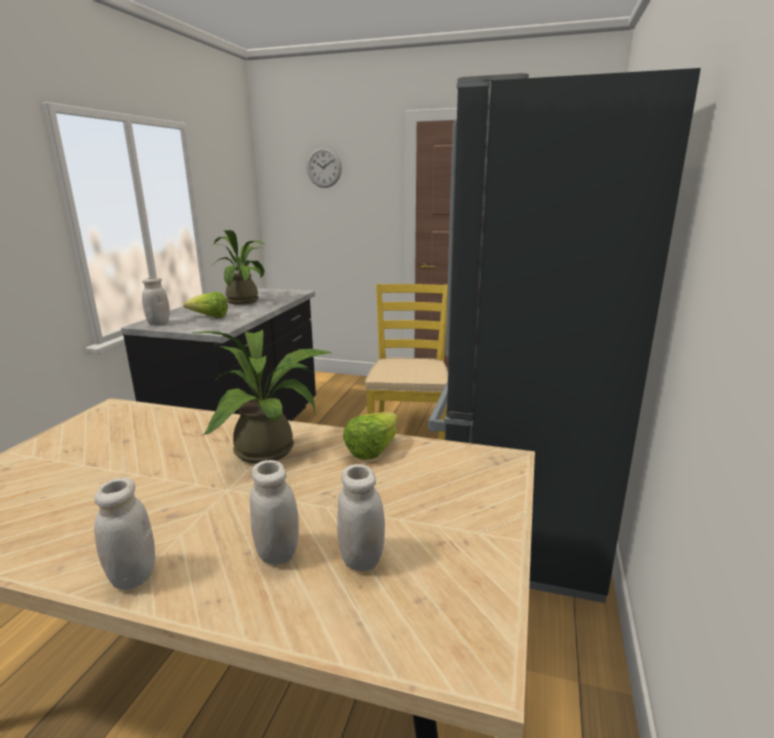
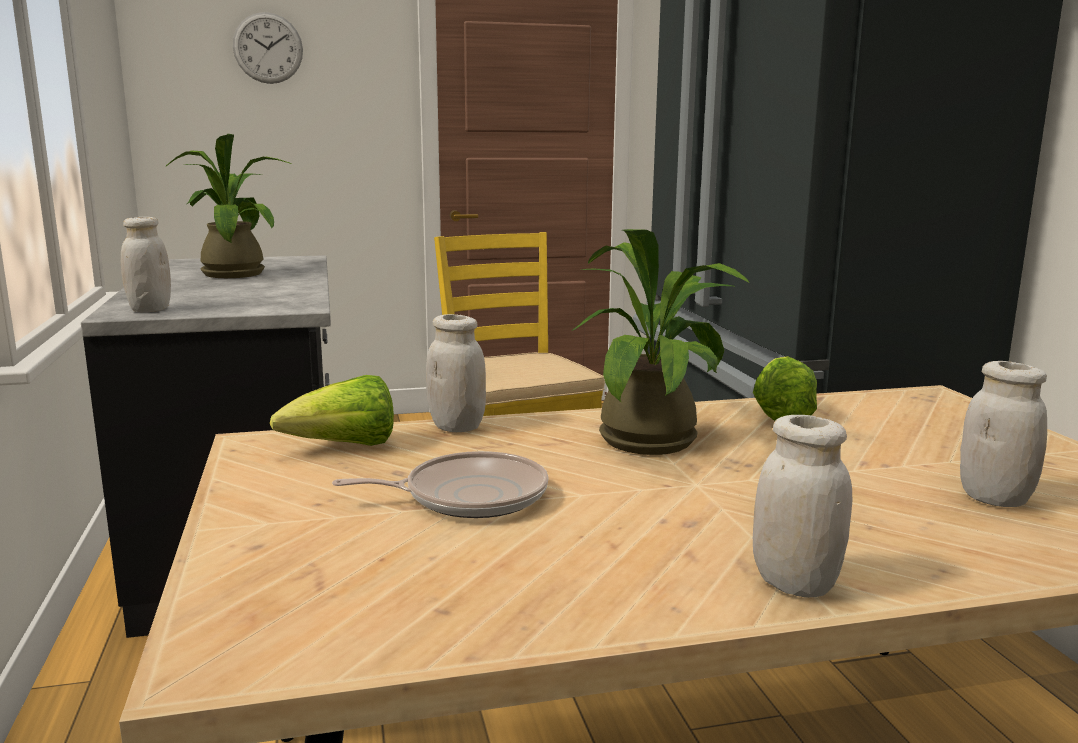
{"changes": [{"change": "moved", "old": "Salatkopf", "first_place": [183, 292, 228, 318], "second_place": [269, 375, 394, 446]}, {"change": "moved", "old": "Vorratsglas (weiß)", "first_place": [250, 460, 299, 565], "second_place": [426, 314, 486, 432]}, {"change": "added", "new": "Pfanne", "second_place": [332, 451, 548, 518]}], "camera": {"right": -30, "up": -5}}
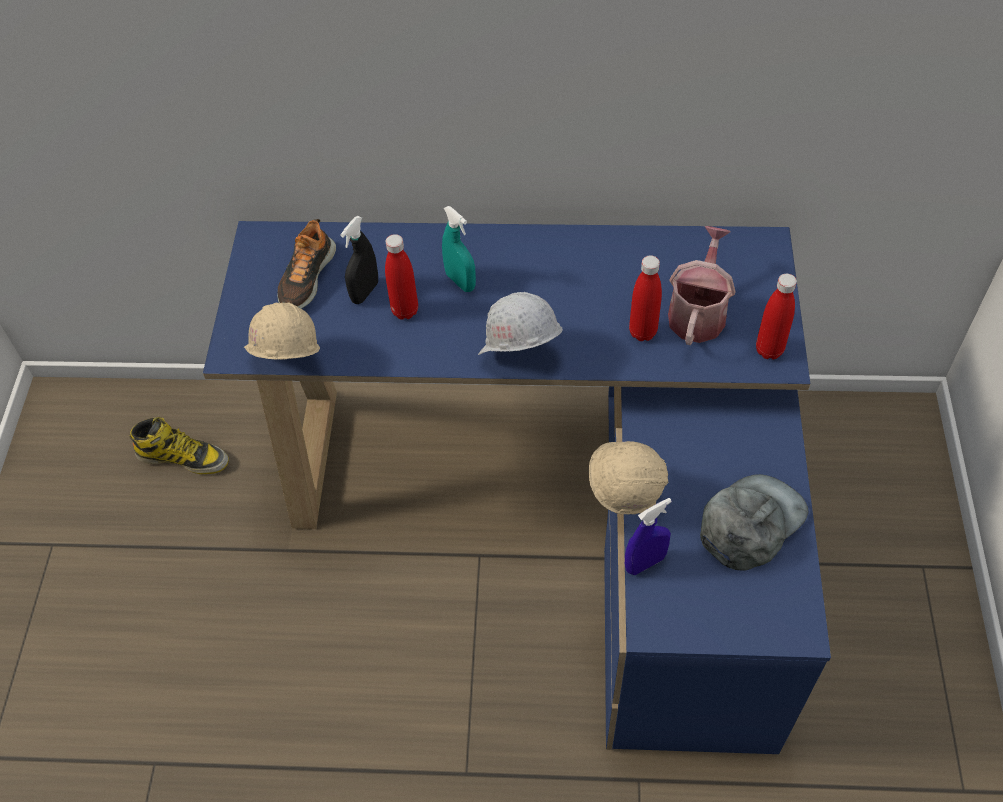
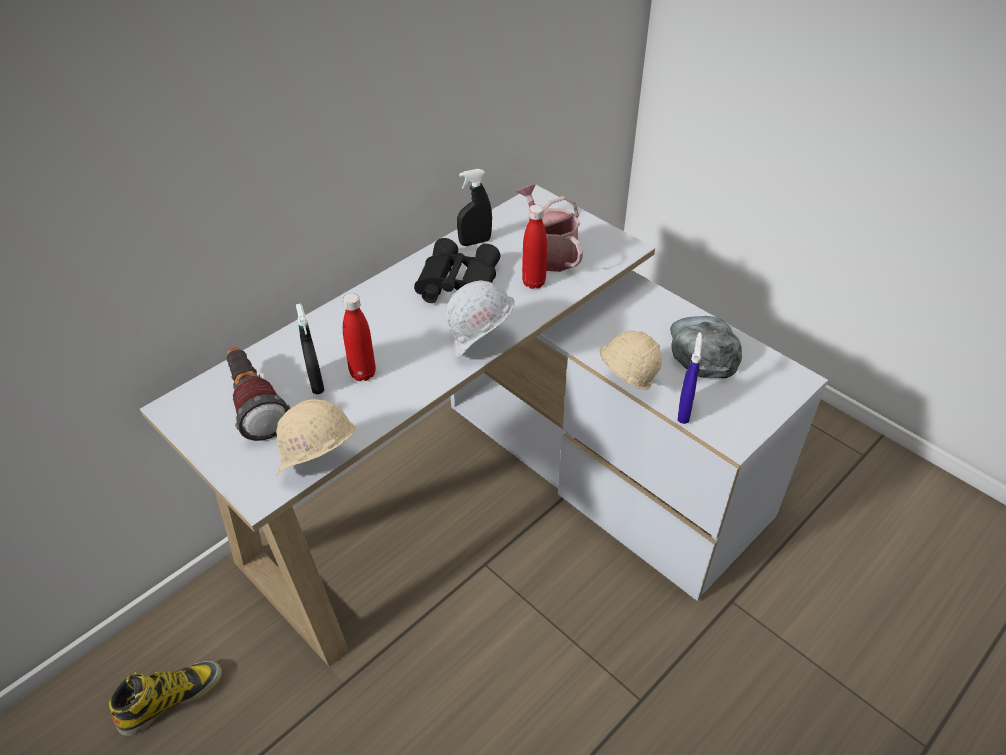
{"changes": [{"change": "removed", "old": "Sprühflasche (türkis)", "first_place": [442, 206, 476, 292]}, {"change": "replaced", "old": "Schuh", "new": "Taschenlampe", "first_place": [277, 219, 336, 308], "second_place": [226, 347, 290, 441]}, {"change": "recoloured", "old": "Schreibtisch (blau)", "new": "Schreibtisch (weiß)", "first_place": [203, 221, 831, 754], "second_place": [140, 185, 828, 666]}, {"change": "removed", "old": "Flasche (rot)", "first_place": [756, 274, 797, 359]}, {"change": "added", "new": "Sprühflasche (schwarz)", "second_place": [457, 169, 492, 246]}, {"change": "added", "new": "Fernglas (schwarz)", "second_place": [414, 238, 500, 303]}], "camera": {"right": -50, "up": -10}}
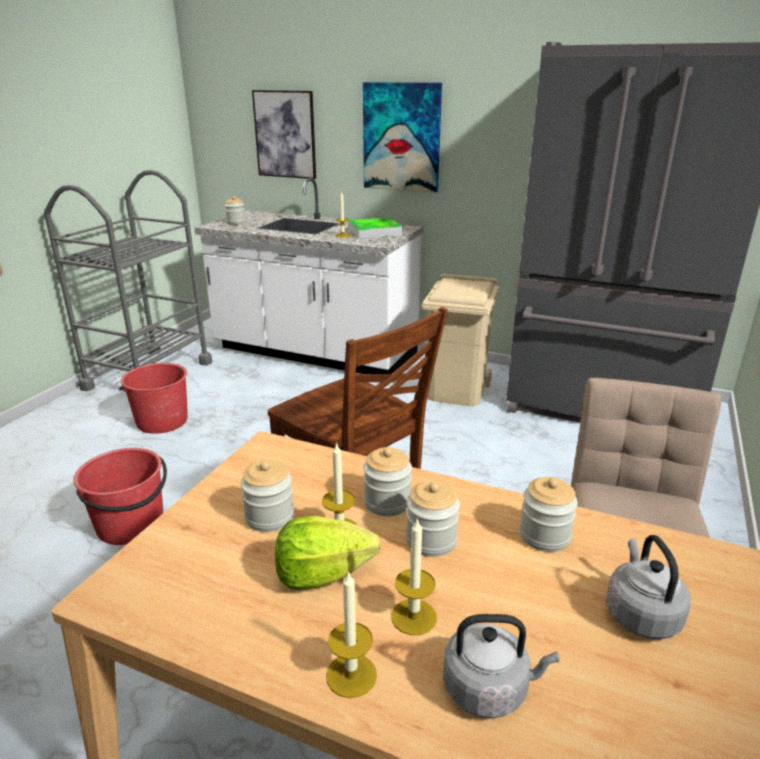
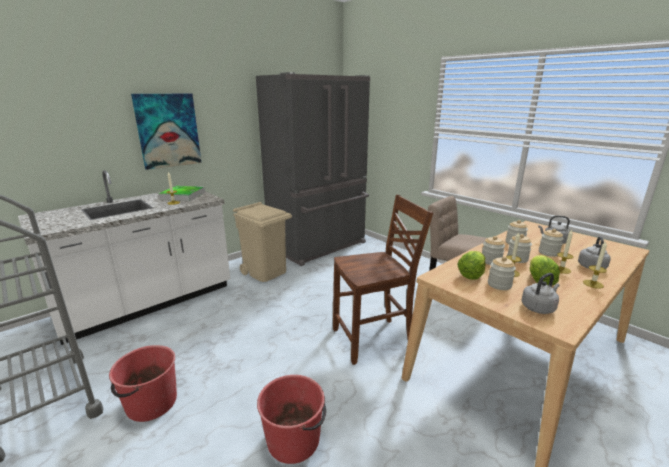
{"changes": [{"change": "removed", "old": "Bild", "first_place": [252, 90, 316, 179]}, {"change": "moved", "old": "Vorratsglas", "first_place": [225, 196, 246, 224], "second_place": [539, 229, 564, 257]}, {"change": "added", "new": "Salatkopf", "second_place": [457, 251, 485, 280]}, {"change": "added", "new": "Wasserkessel (grau)", "second_place": [521, 273, 560, 314]}], "camera": {"right": -65, "up": -5}}
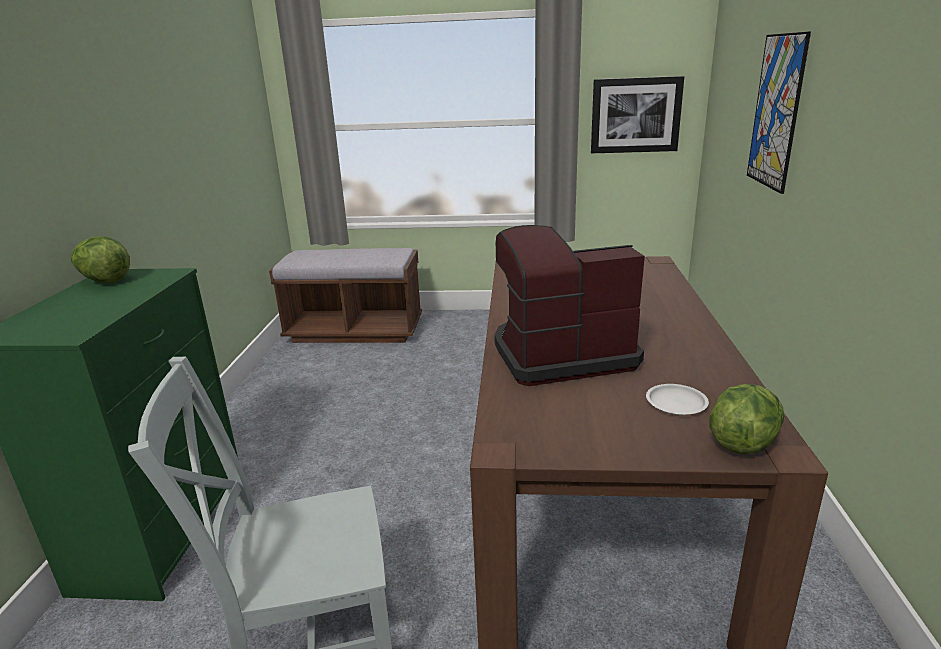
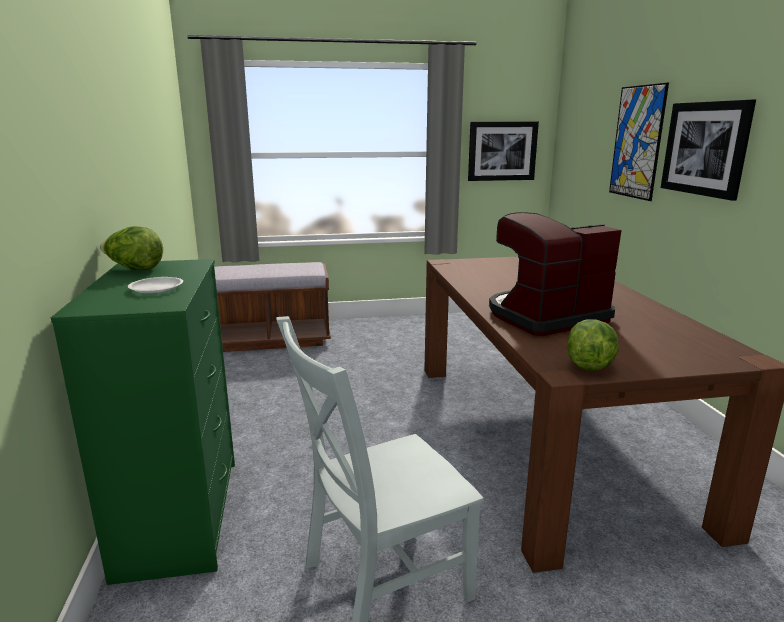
{"changes": [{"change": "moved", "old": "Teller (weiß)", "first_place": [646, 384, 709, 415], "second_place": [128, 277, 183, 294]}, {"change": "moved", "old": "Salatkopf", "first_place": [709, 384, 784, 455], "second_place": [567, 319, 619, 371]}, {"change": "added", "new": "Bild", "second_place": [661, 99, 756, 201]}], "camera": {"right": -15, "up": -5}}
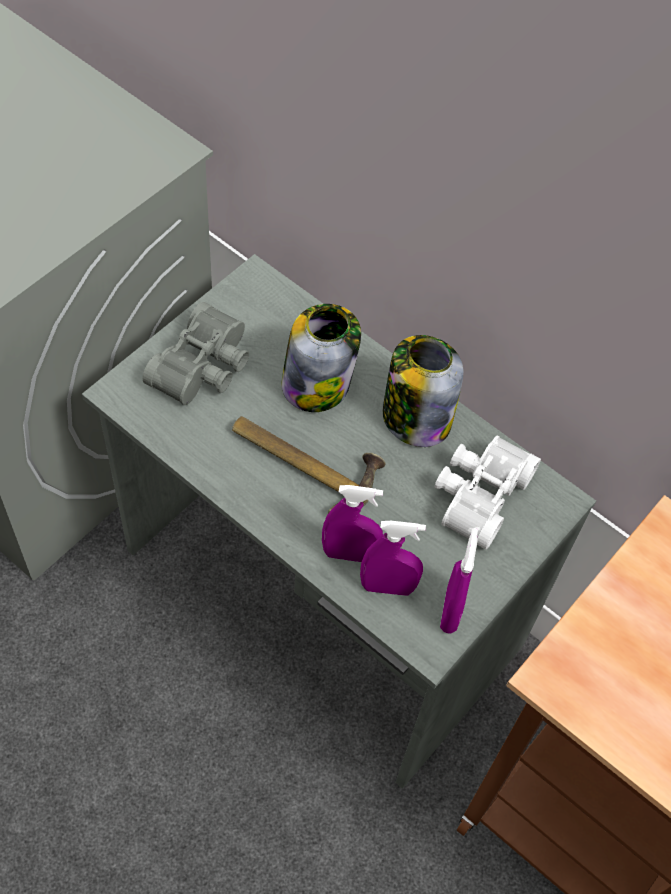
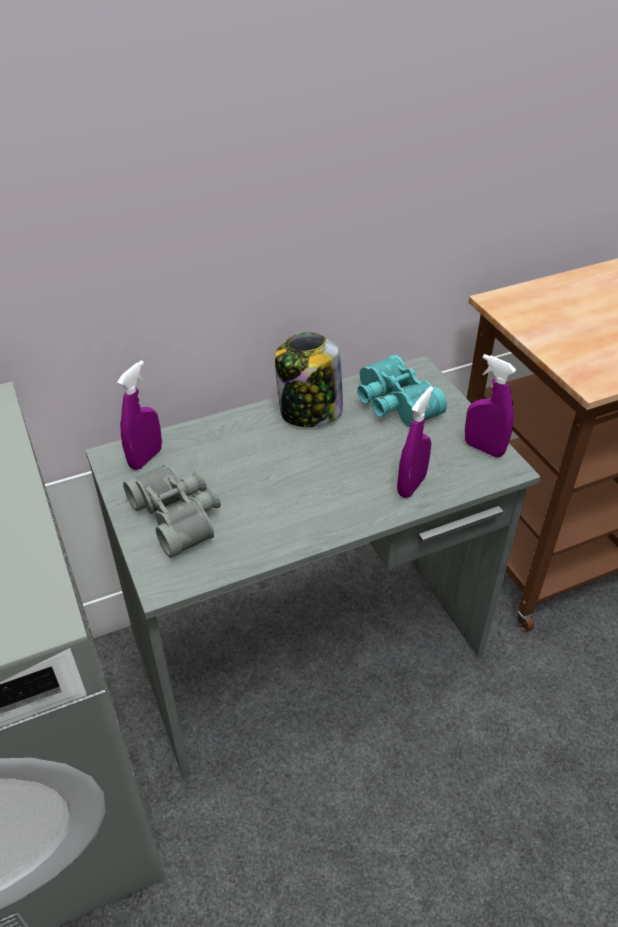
{"changes": [{"change": "removed", "old": "Vorratsglas", "first_place": [281, 304, 361, 412]}, {"change": "removed", "old": "Hammer", "first_place": [232, 416, 385, 513]}, {"change": "recoloured", "old": "Fernglas (weiß)", "new": "Fernglas (türkis)", "first_place": [434, 435, 541, 550], "second_place": [357, 355, 447, 427]}, {"change": "moved", "old": "Sprühflasche (lila)", "first_place": [360, 521, 426, 595], "second_place": [117, 360, 162, 470]}], "camera": {"right": -60, "up": -15}}
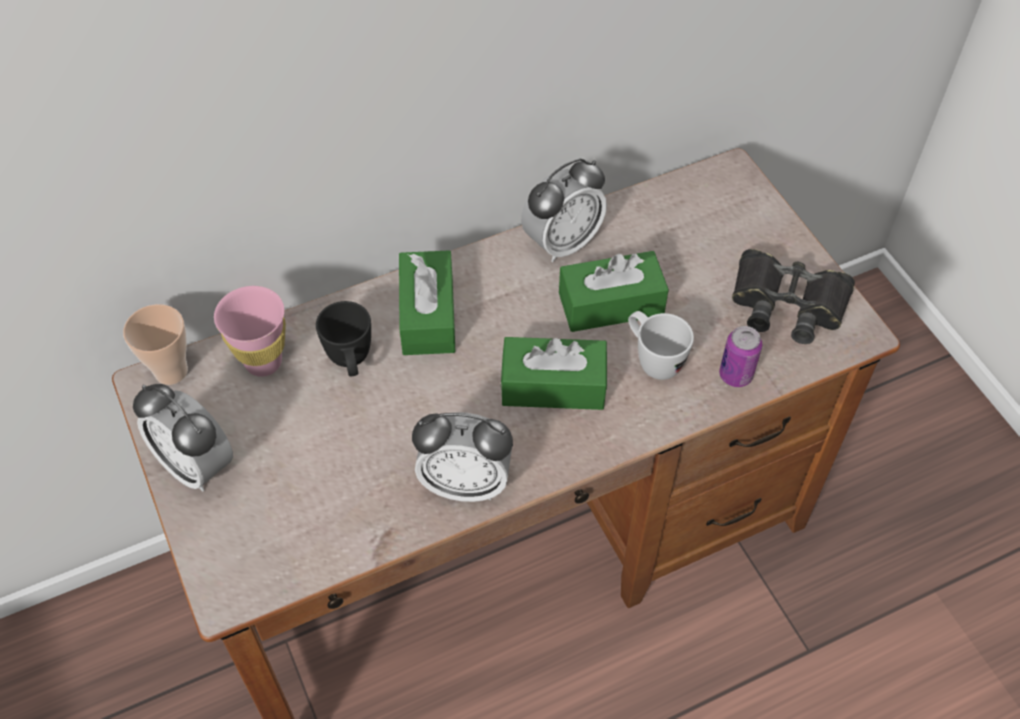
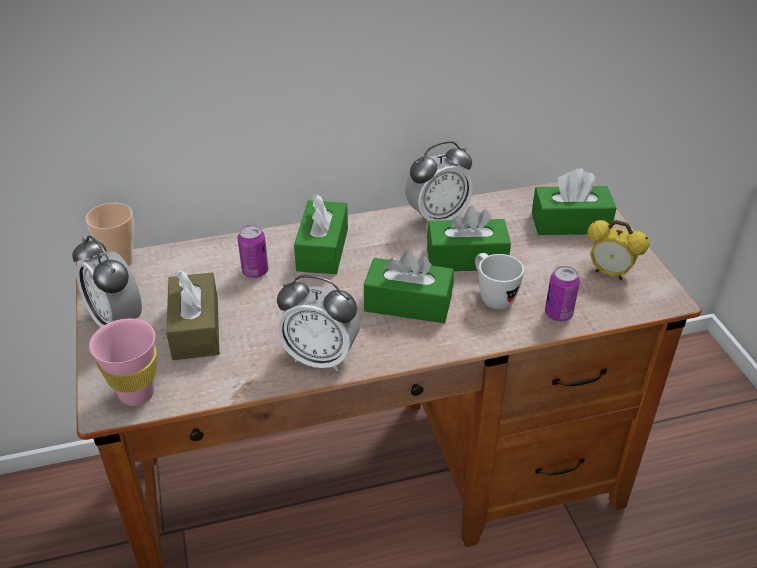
{"changes": [{"change": "replaced", "old": "Fernglas (schwarz)", "new": "Wecker", "first_place": [732, 249, 855, 344], "second_place": [587, 220, 649, 280]}, {"change": "moved", "old": "Tasse (rosa)", "first_place": [214, 286, 286, 377], "second_place": [89, 319, 157, 406]}, {"change": "replaced", "old": "Henkelbecher (schwarz)", "new": "Dose", "first_place": [316, 301, 371, 376], "second_place": [238, 225, 268, 278]}, {"change": "added", "new": "Taschentuchbox (grün)", "second_place": [532, 169, 616, 235]}, {"change": "added", "new": "Taschentuchbox (braun)", "second_place": [166, 270, 219, 360]}], "camera": {"right": 10, "up": -15}}
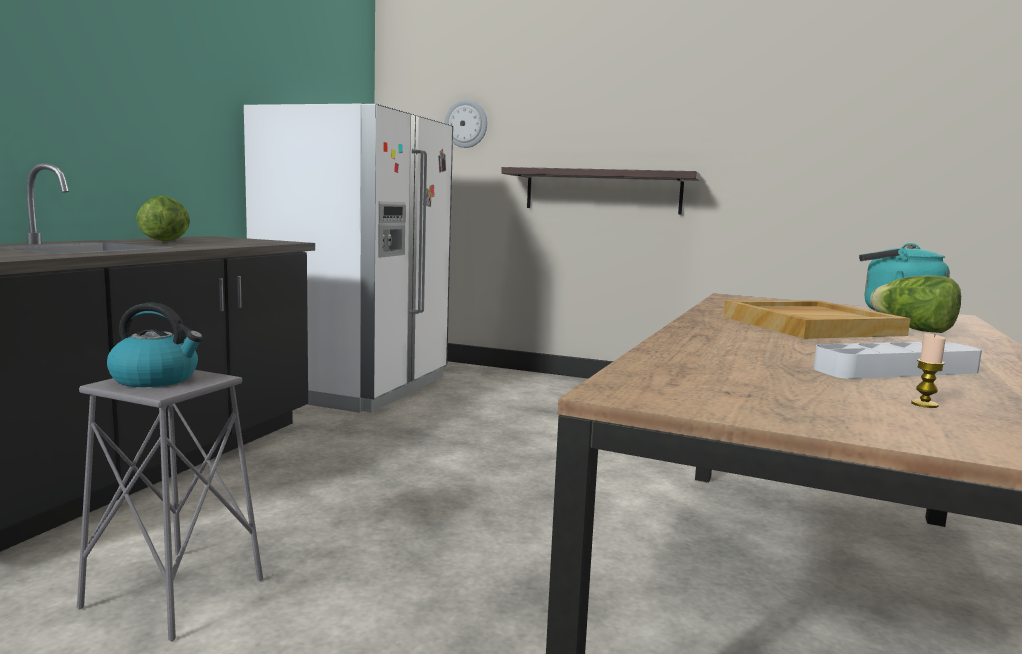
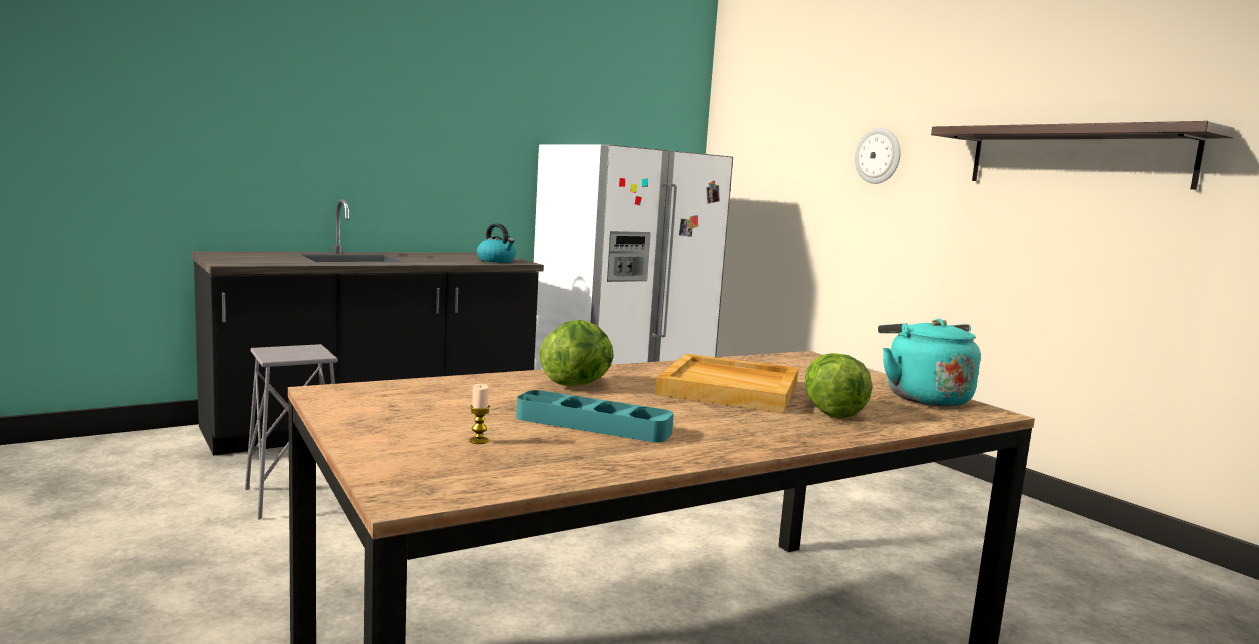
{"changes": [{"change": "moved", "old": "Wanduhr", "first_place": [445, 100, 487, 148], "second_place": [855, 128, 901, 184]}, {"change": "moved", "old": "Wandregal", "first_place": [501, 167, 701, 214], "second_place": [931, 121, 1235, 190]}, {"change": "moved", "old": "Salatkopf", "first_place": [136, 196, 190, 241], "second_place": [539, 320, 614, 386]}, {"change": "moved", "old": "Wasserkessel", "first_place": [107, 303, 203, 387], "second_place": [477, 223, 516, 263]}, {"change": "recoloured", "old": "Tablett (weiß)", "new": "Tablett (türkis)", "first_place": [813, 342, 982, 379], "second_place": [516, 390, 674, 442]}], "camera": {"right": 35, "up": 0}}
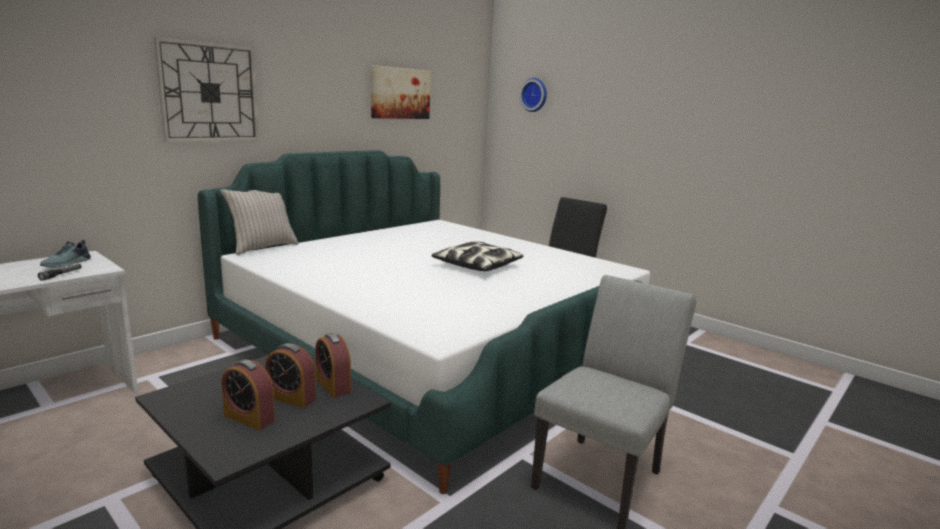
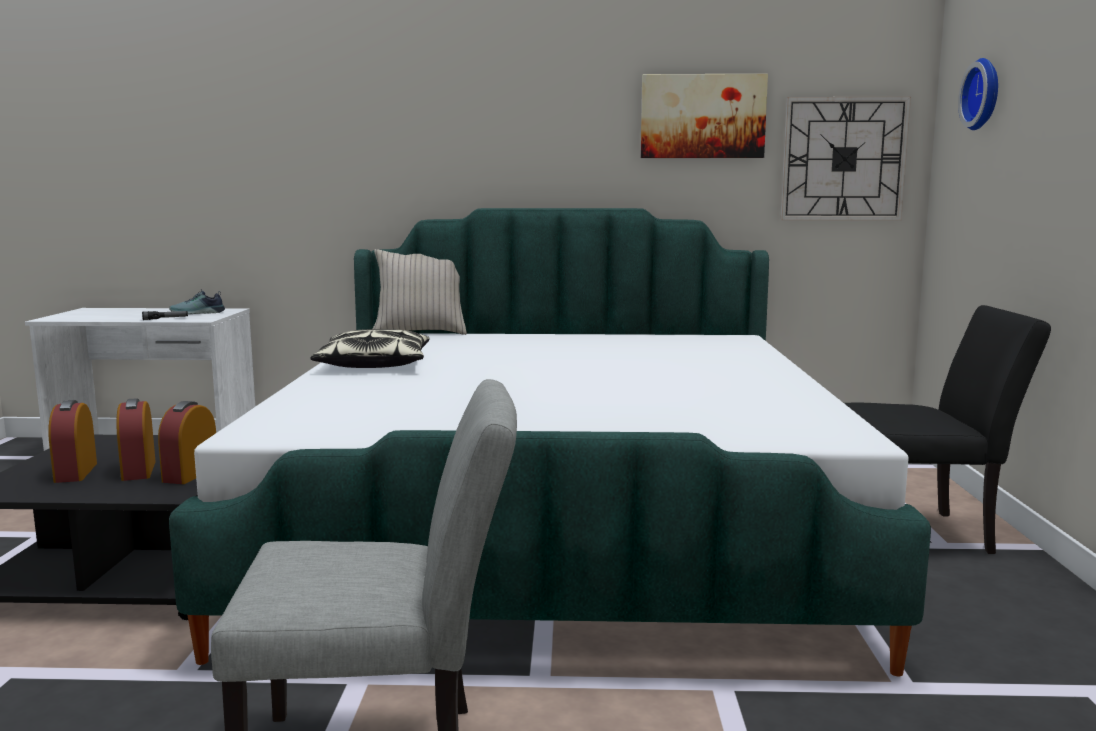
{"changes": [{"change": "moved", "old": "Wanduhr", "first_place": [154, 37, 259, 142], "second_place": [780, 97, 911, 220]}, {"change": "moved", "old": "Kissen", "first_place": [432, 242, 523, 271], "second_place": [311, 329, 430, 368]}], "camera": {"right": 50, "up": -5}}
